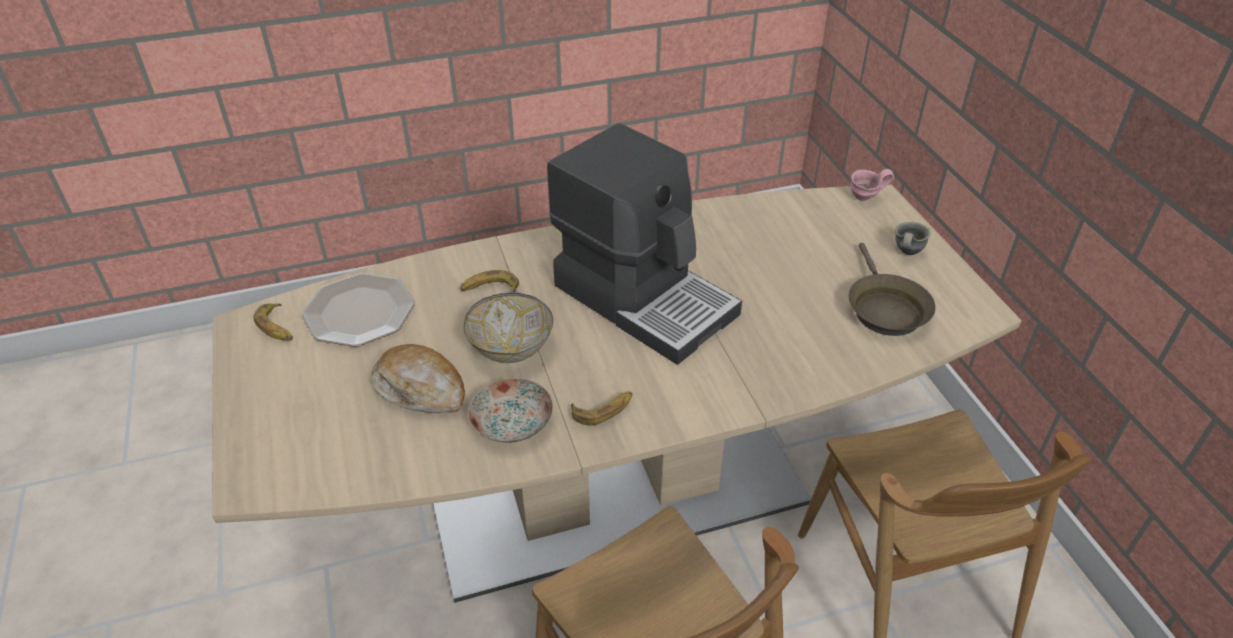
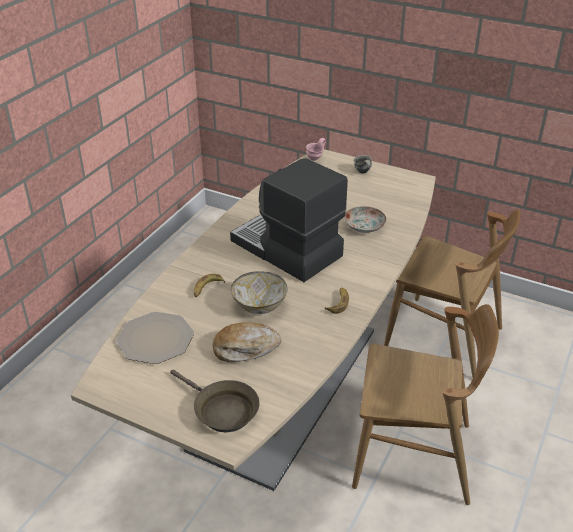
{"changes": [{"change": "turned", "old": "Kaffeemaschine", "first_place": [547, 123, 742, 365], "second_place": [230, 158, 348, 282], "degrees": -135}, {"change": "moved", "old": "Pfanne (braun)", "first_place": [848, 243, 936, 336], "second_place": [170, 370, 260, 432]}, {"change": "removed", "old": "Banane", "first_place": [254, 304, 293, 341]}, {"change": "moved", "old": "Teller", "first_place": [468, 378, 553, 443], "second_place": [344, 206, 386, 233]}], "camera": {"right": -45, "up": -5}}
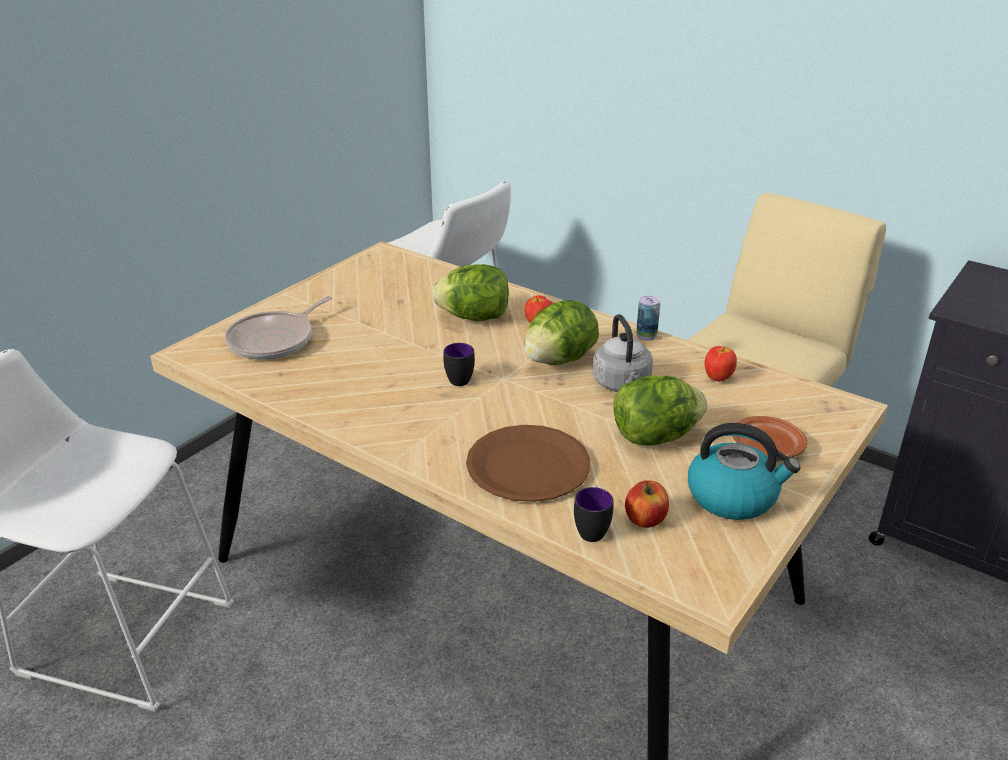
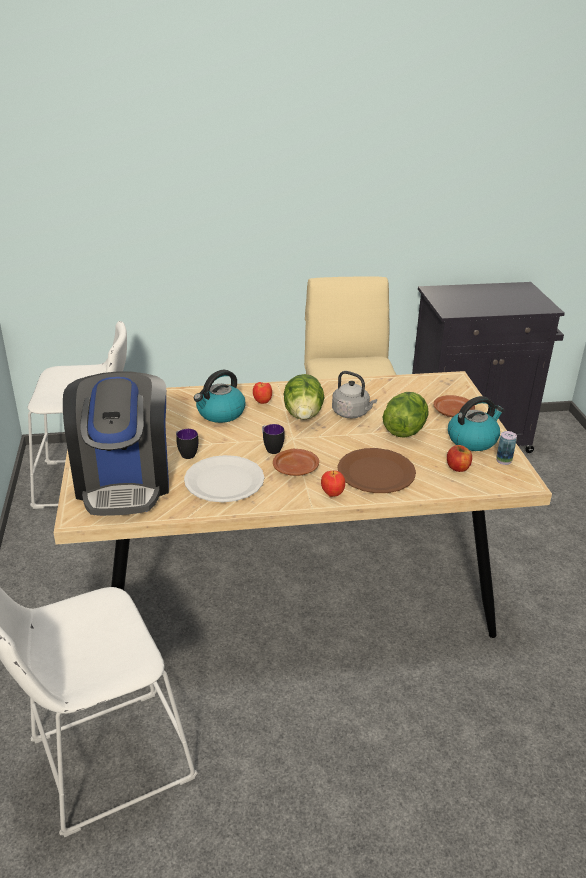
{"changes": [{"change": "replaced", "old": "Salatkopf", "new": "Wasserkessel", "first_place": [432, 264, 509, 321], "second_place": [194, 370, 246, 423]}, {"change": "replaced", "old": "Pfanne", "new": "Kaffeemaschine", "first_place": [225, 296, 332, 360], "second_place": [63, 371, 169, 516]}, {"change": "moved", "old": "Dose", "first_place": [636, 296, 660, 341], "second_place": [496, 431, 517, 465]}, {"change": "moved", "old": "Apfel", "first_place": [705, 346, 737, 382], "second_place": [321, 470, 345, 497]}, {"change": "moved", "old": "Henkelbecher", "first_place": [574, 485, 613, 542], "second_place": [176, 429, 198, 459]}, {"change": "added", "new": "Teller (braun)", "second_place": [273, 449, 319, 476]}, {"change": "added", "new": "Teller (weiß)", "second_place": [184, 455, 264, 502]}], "camera": {"right": -45, "up": 0}}
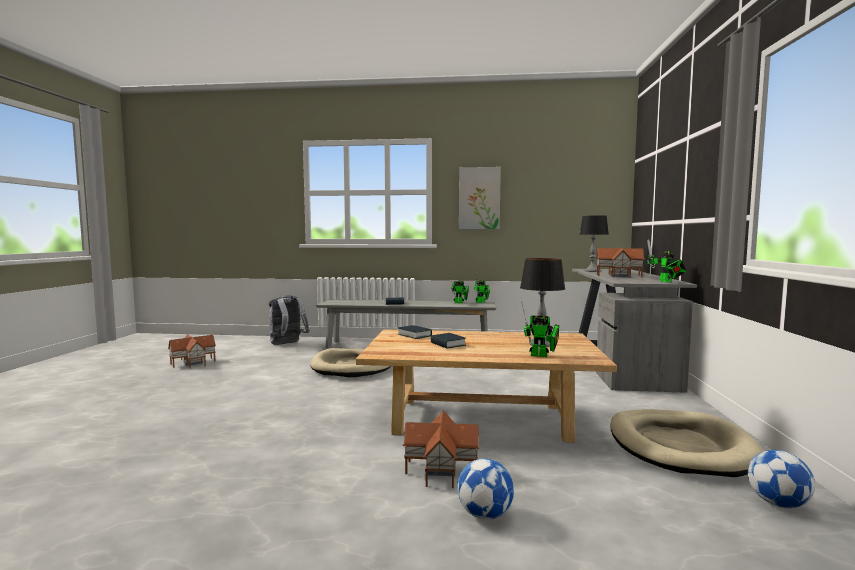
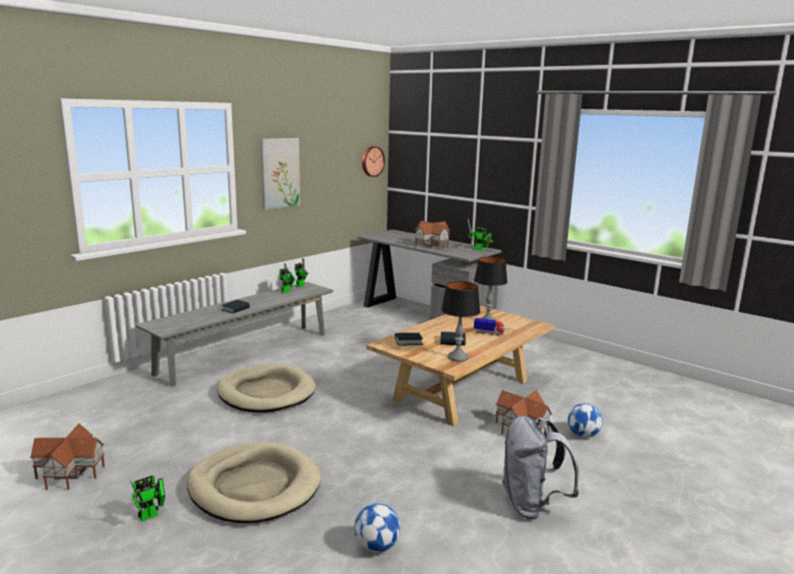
{"changes": [{"change": "moved", "old": "Tischlampe", "first_place": [579, 215, 609, 272], "second_place": [441, 281, 480, 362]}, {"change": "moved", "old": "Rucksack (grau)", "first_place": [269, 295, 310, 345], "second_place": [502, 416, 579, 519]}, {"change": "moved", "old": "Spielzeugroboter", "first_place": [522, 304, 559, 357], "second_place": [130, 476, 165, 522]}, {"change": "moved", "old": "Hundebett (beige)", "first_place": [610, 409, 763, 477], "second_place": [187, 442, 321, 523]}, {"change": "moved", "old": "Fußball", "first_place": [748, 450, 815, 508], "second_place": [354, 503, 400, 552]}, {"change": "added", "new": "Wanduhr", "second_place": [362, 146, 385, 177]}, {"change": "added", "new": "Spielzeuglaster", "second_place": [474, 318, 504, 336]}], "camera": {"right": -55, "up": 10}}
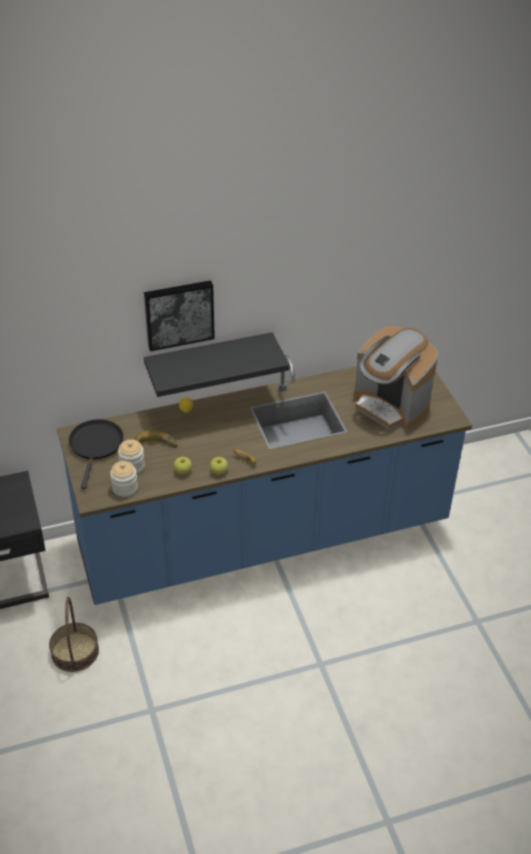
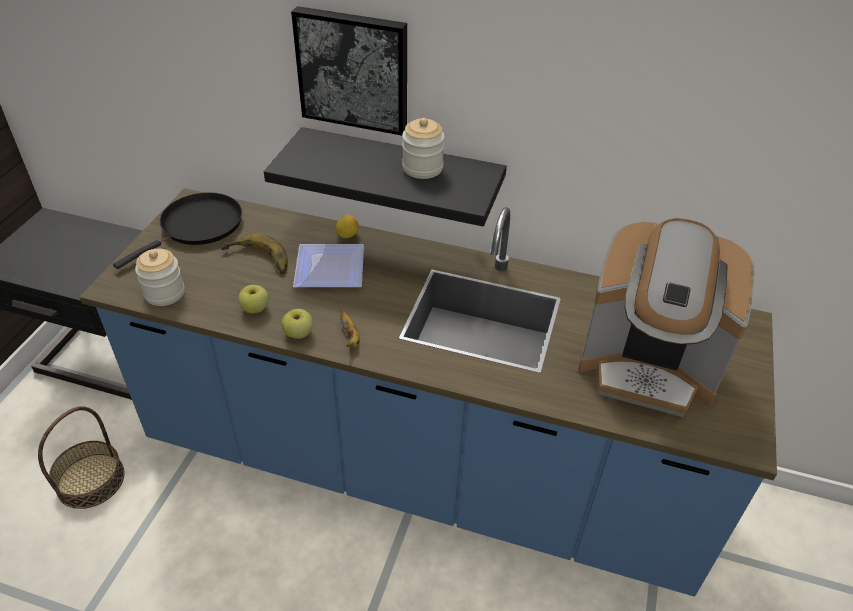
{"changes": [{"change": "turned", "old": "Kaffeemaschine", "first_place": [353, 326, 438, 430], "second_place": [579, 218, 754, 417], "degrees": -60}, {"change": "moved", "old": "Vorratsglas", "first_place": [118, 439, 145, 474], "second_place": [402, 118, 445, 179]}, {"change": "added", "new": "Teller", "second_place": [293, 244, 364, 288]}], "camera": {"right": 35, "up": 0}}
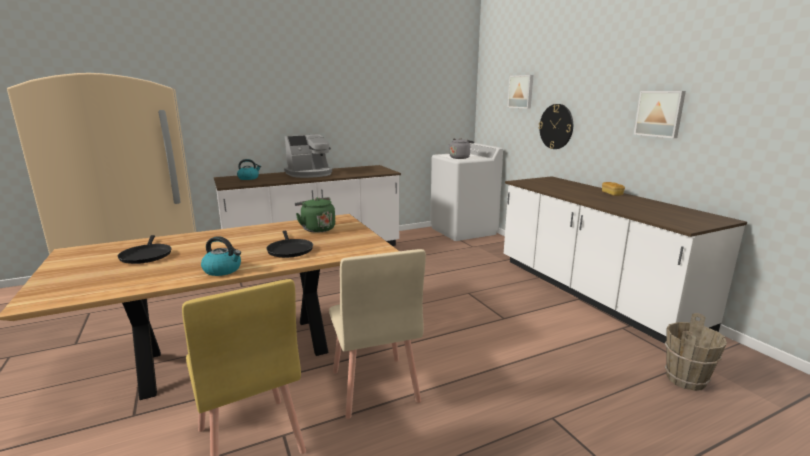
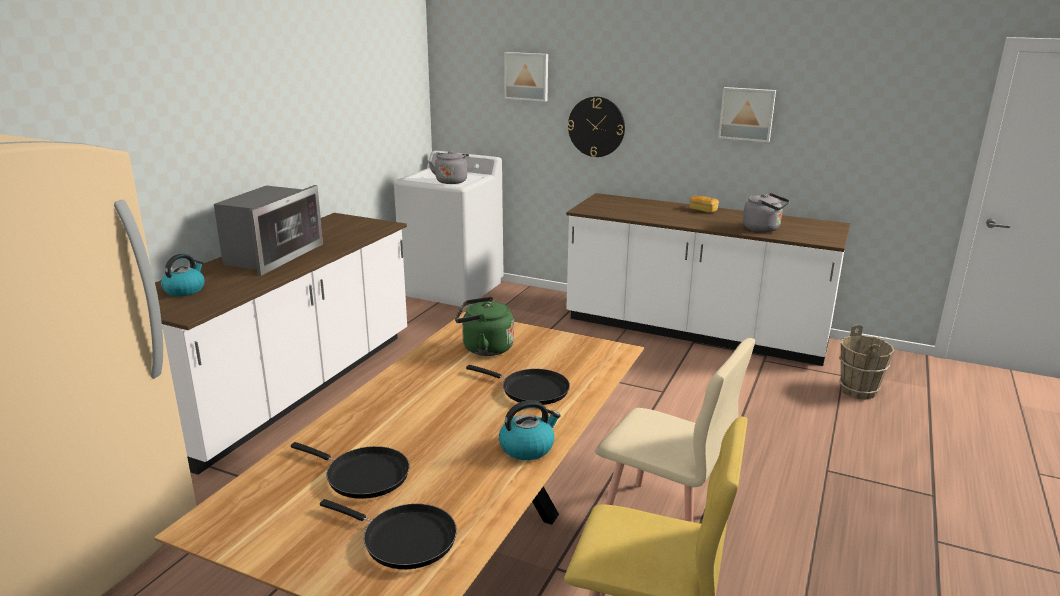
{"changes": [{"change": "replaced", "old": "Kaffeemaschine", "new": "Mikrowelle", "first_place": [284, 134, 332, 178], "second_place": [214, 185, 323, 276]}, {"change": "added", "new": "Wasserkessel (grau)", "second_place": [743, 193, 789, 232]}, {"change": "added", "new": "Pfanne (schwarz)", "second_place": [320, 499, 457, 569]}], "camera": {"right": -40, "up": 5}}
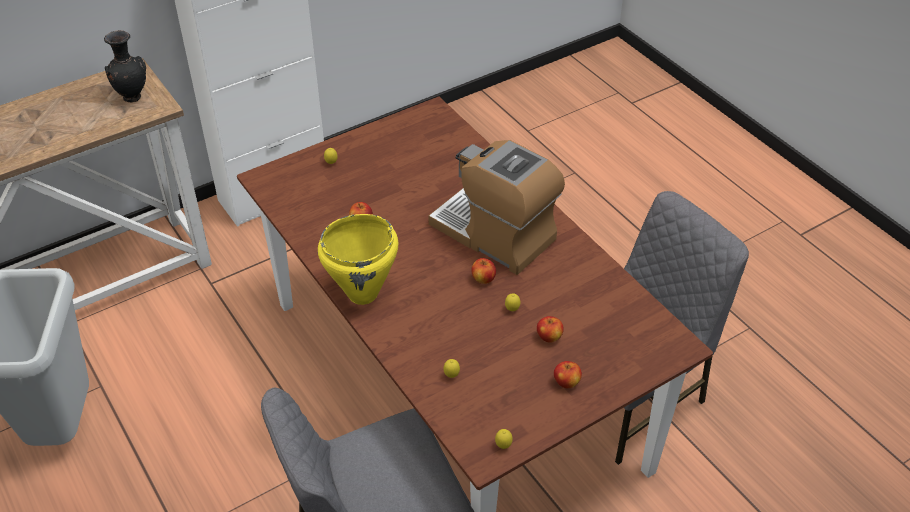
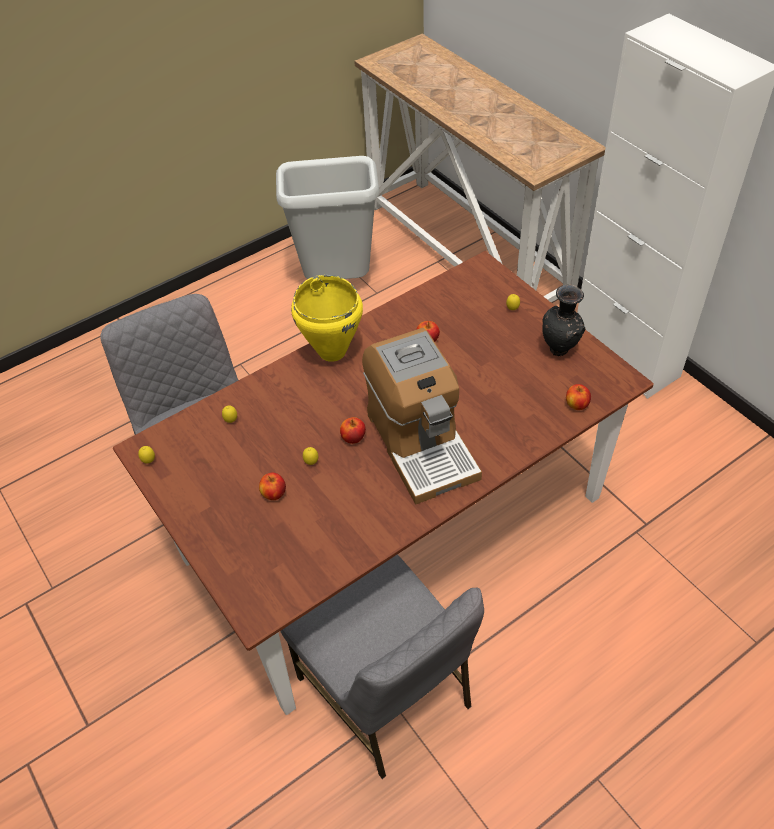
{"changes": [{"change": "moved", "old": "Vase (schwarz)", "first_place": [104, 30, 146, 102], "second_place": [542, 285, 586, 356]}, {"change": "turned", "old": "Kaffeemaschine", "first_place": [429, 140, 565, 275], "second_place": [362, 328, 482, 505], "degrees": 120}, {"change": "moved", "old": "Apfel", "first_place": [554, 361, 582, 388], "second_place": [566, 384, 591, 410]}], "camera": {"right": 90, "up": 5}}
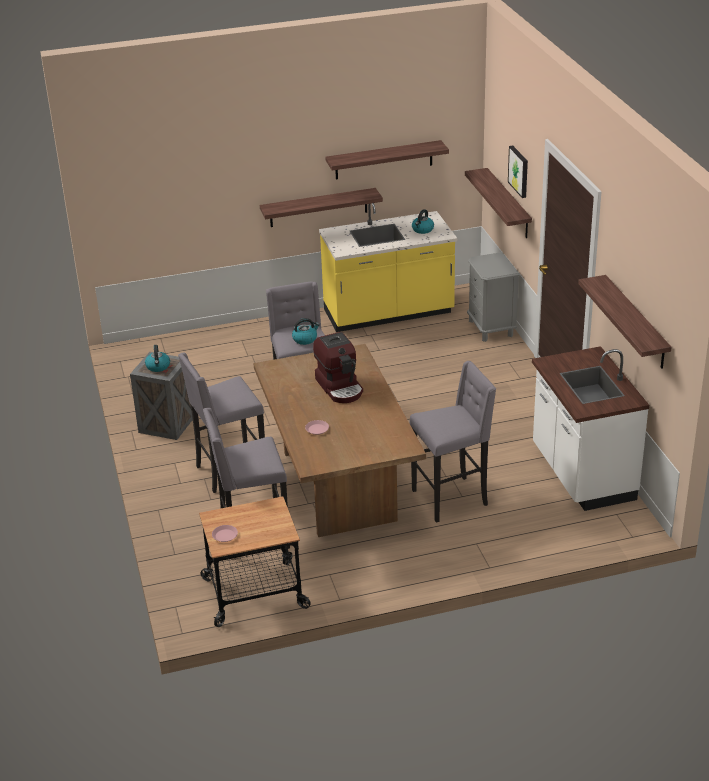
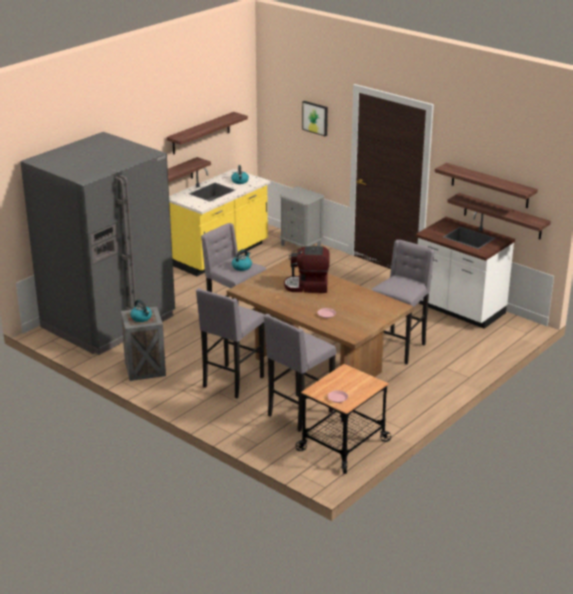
{"changes": [{"change": "moved", "old": "Wandregal", "first_place": [465, 168, 532, 238], "second_place": [447, 193, 551, 239]}, {"change": "turned", "old": "Kaffeemaschine", "first_place": [313, 332, 363, 403], "second_place": [284, 246, 330, 293], "degrees": 150}, {"change": "added", "new": "Kühlschrank (grau)", "second_place": [20, 132, 175, 355]}], "camera": {"right": -35, "up": -5}}
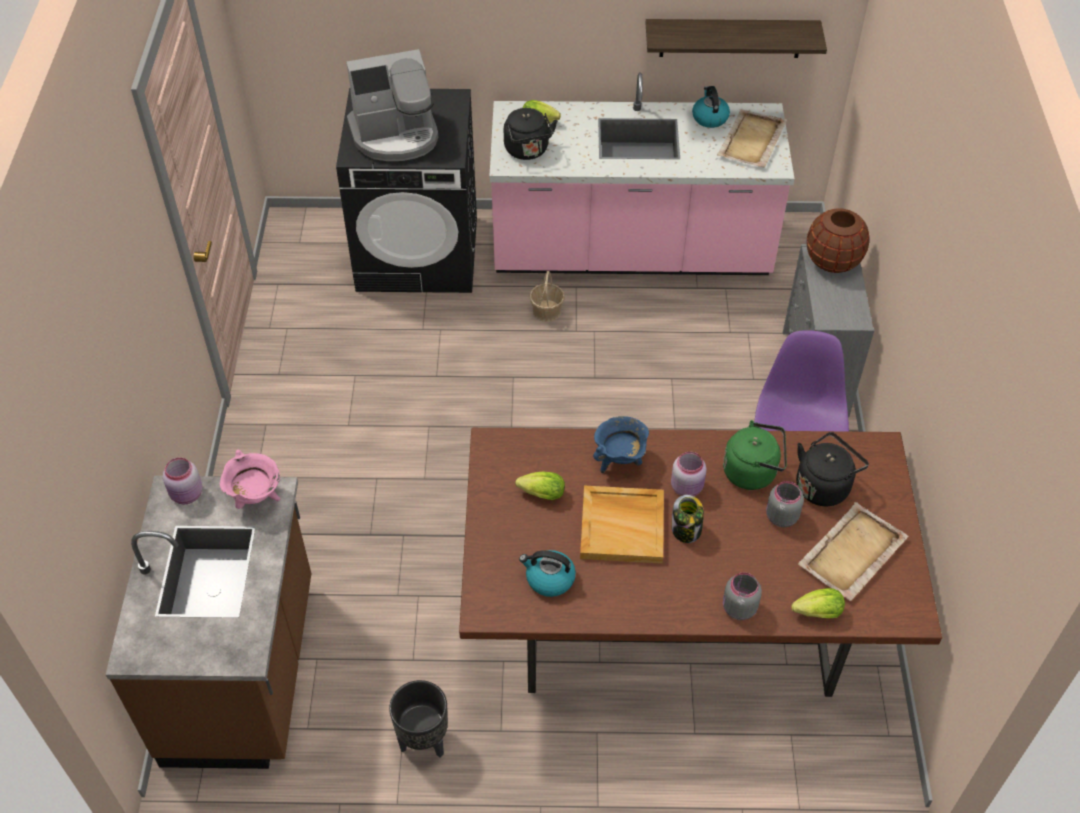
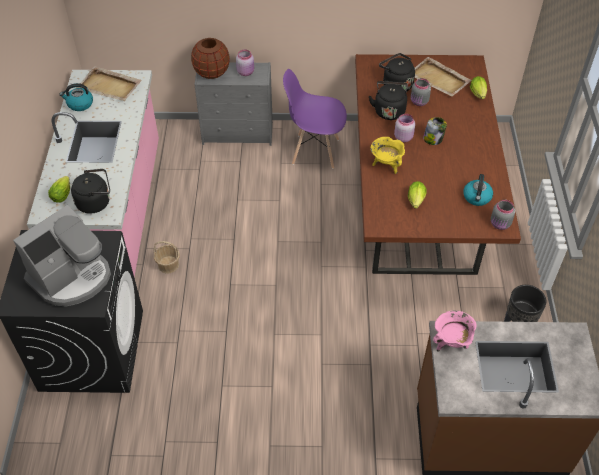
{"changes": [{"change": "removed", "old": "Wandregal", "first_place": [646, 19, 827, 58]}, {"change": "turned", "old": "Kaffeemaschine", "first_place": [346, 49, 438, 161], "second_place": [13, 205, 111, 307], "degrees": 60}, {"change": "recoloured", "old": "Kochtopf (blau)", "new": "Kochtopf (gelb)", "first_place": [593, 416, 649, 473], "second_place": [370, 137, 405, 174]}, {"change": "recoloured", "old": "Wasserkessel (grün)", "new": "Wasserkessel (schwarz)", "first_place": [723, 420, 787, 490], "second_place": [369, 81, 407, 120]}, {"change": "moved", "old": "Vorratsglas (rosa)", "first_place": [163, 457, 203, 504], "second_place": [236, 49, 254, 76]}, {"change": "removed", "old": "Tablett (beige)", "first_place": [580, 486, 664, 564]}, {"change": "moved", "old": "Vorratsglas (grau)", "first_place": [723, 572, 762, 620], "second_place": [491, 200, 515, 230]}], "camera": {"right": -90, "up": 0}}
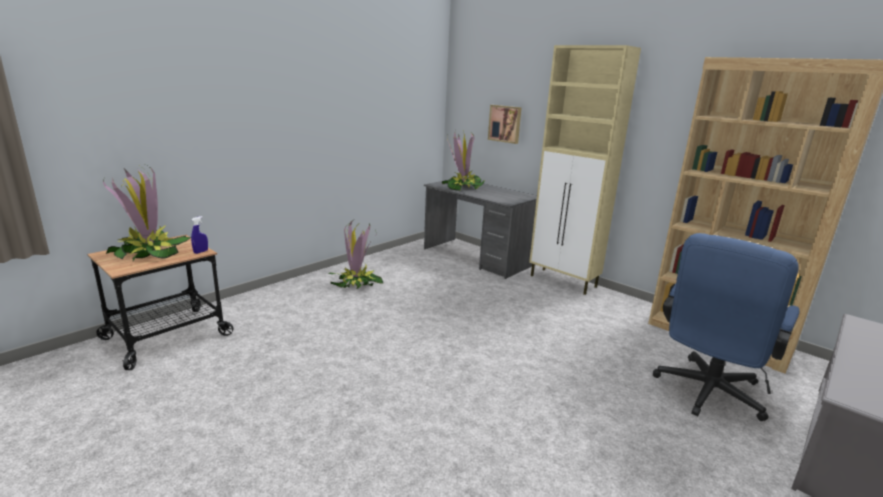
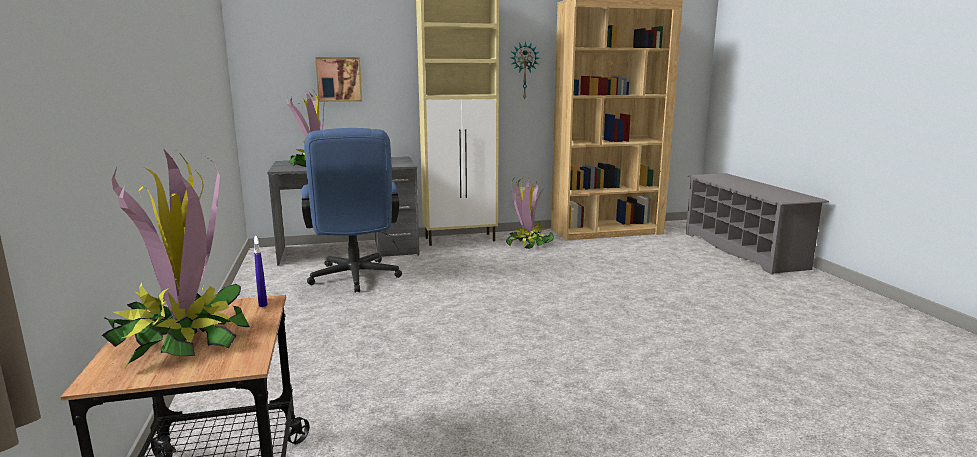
{"changes": [{"change": "moved", "old": "Topfpflanze", "first_place": [328, 220, 383, 289], "second_place": [506, 178, 554, 249]}, {"change": "moved", "old": "Bürostuhl (blau)", "first_place": [653, 233, 800, 421], "second_place": [302, 128, 402, 293]}, {"change": "added", "new": "Wanduhr", "second_place": [511, 42, 539, 100]}], "camera": {"right": -55, "up": -5}}
